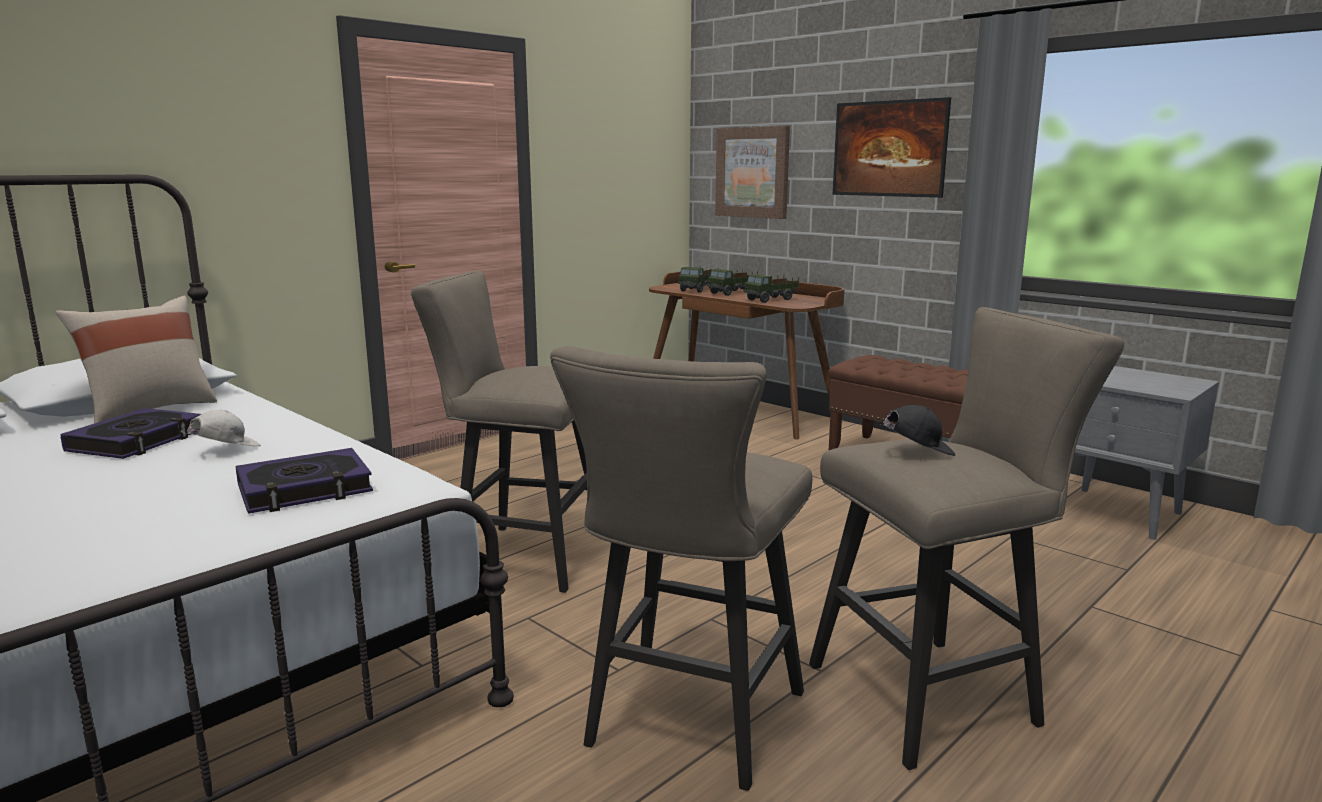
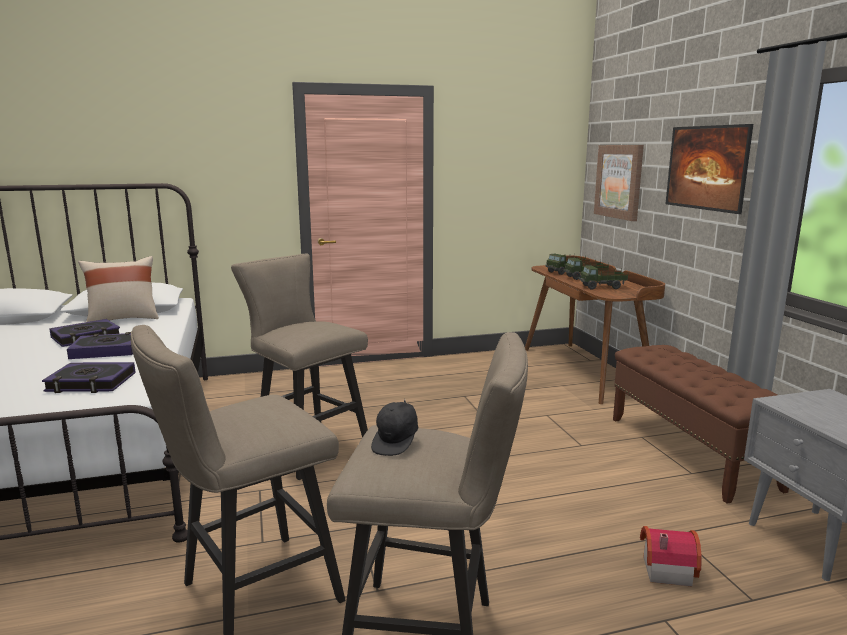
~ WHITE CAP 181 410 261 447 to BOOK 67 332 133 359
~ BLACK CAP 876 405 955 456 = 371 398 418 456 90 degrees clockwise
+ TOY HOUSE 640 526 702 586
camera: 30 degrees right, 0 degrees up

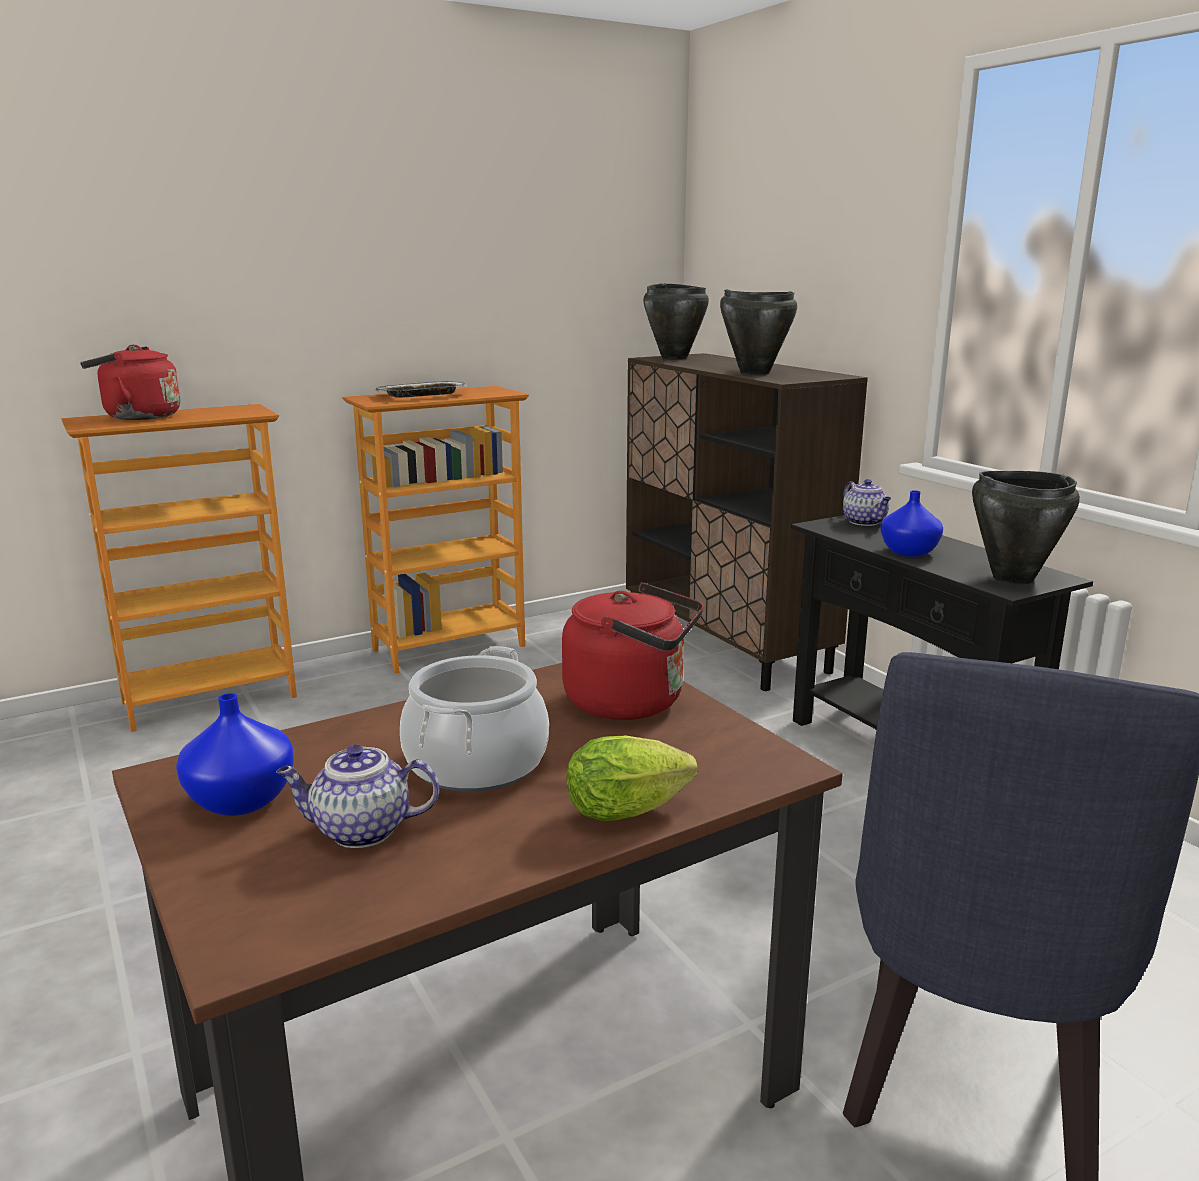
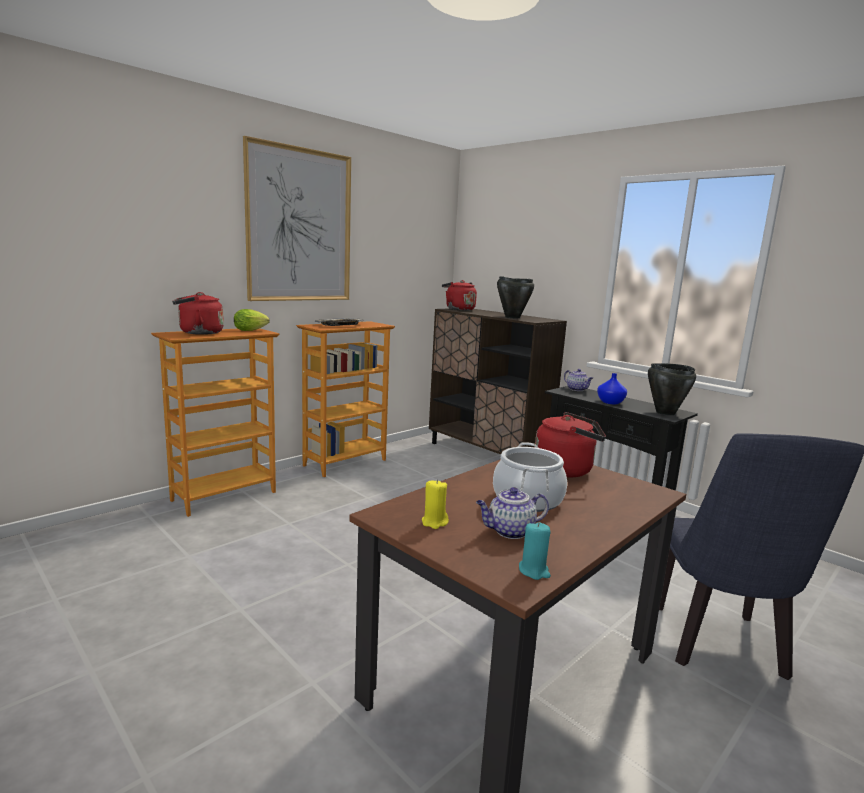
~ BLUE VASE 176 693 294 816 to YELLOW CANDLE 422 479 449 529
~ LETTUCE 566 736 698 821 to 234 309 270 331
~ BLACK COOKING POT 644 283 709 359 to RED KETTLE 442 280 477 311
+ PICTURE 243 136 351 301
+ TURQUOISE CANDLE 519 522 551 580
camera: 15 degrees left, 5 degrees down

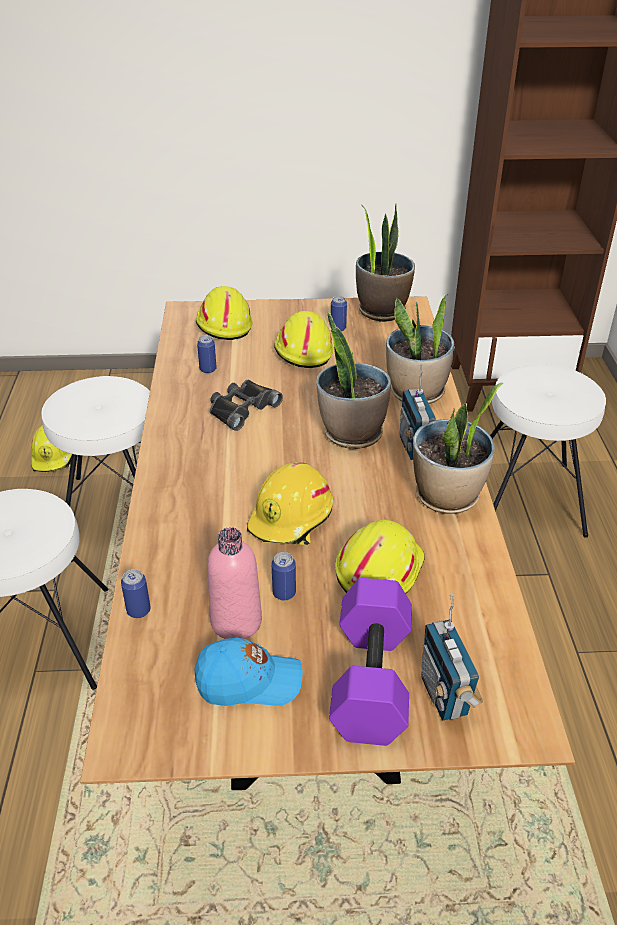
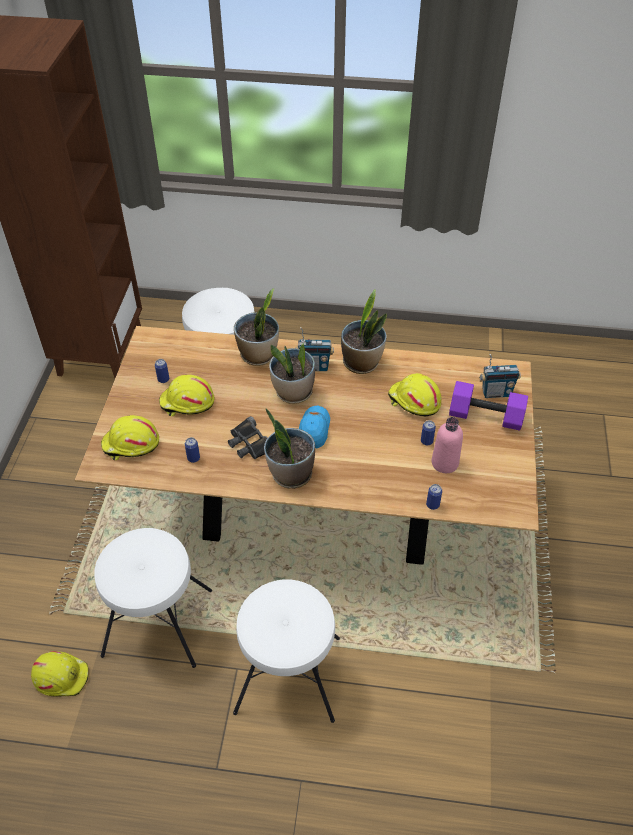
~ BLUE CAP 195 638 303 706 to 299 406 330 449
- YELLOW HARD HAT 247 462 334 545
~ POTTED PLANT 356 204 415 322 to 264 408 315 489
camera: 80 degrees left, 10 degrees up

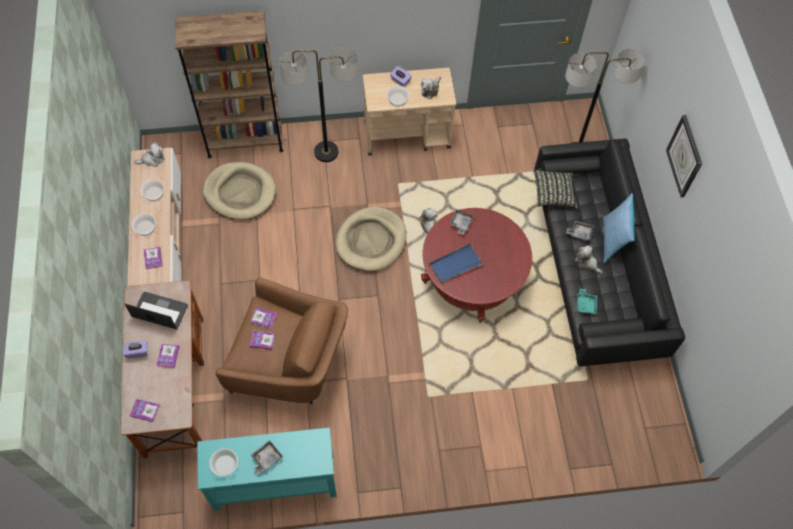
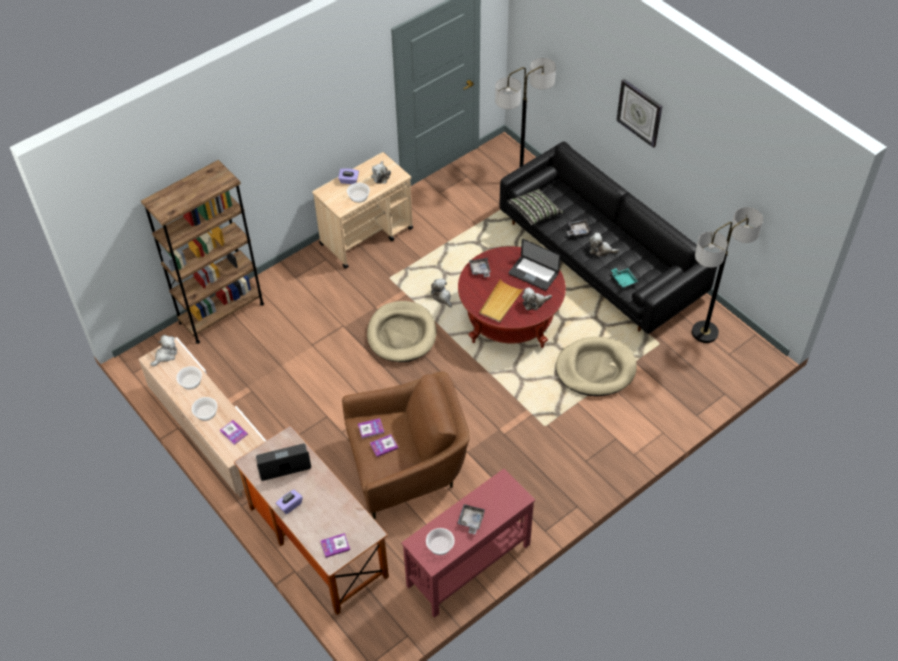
- BOOK 156 344 179 368
~ TURQUOISE CONSOLE TABLE 197 427 337 511 to RED CONSOLE TABLE 401 469 535 618
~ BEIGE DOG BED 203 162 276 220 to 556 337 637 396
~ FLOOR LAMP 279 47 358 162 to 692 207 763 343
~ BLUE TRAY 429 242 484 283 to BEIGE TRAY 479 279 523 322
- PILLOW 603 193 635 263
+ LAPTOP 509 239 561 291
+ PLUSH TOY 522 287 552 310
camera: 30 degrees left, 10 degrees down

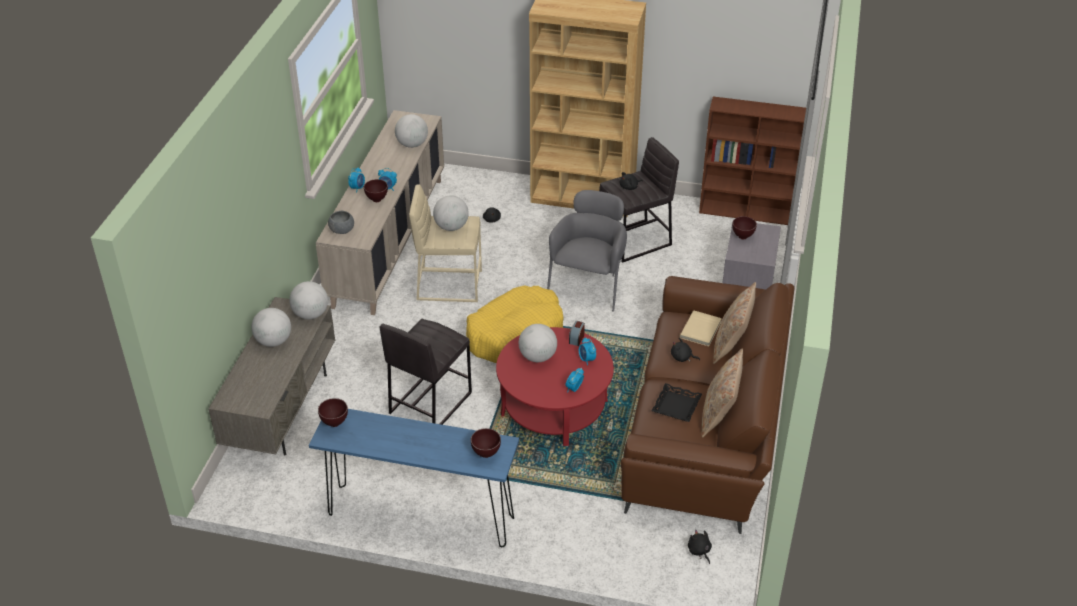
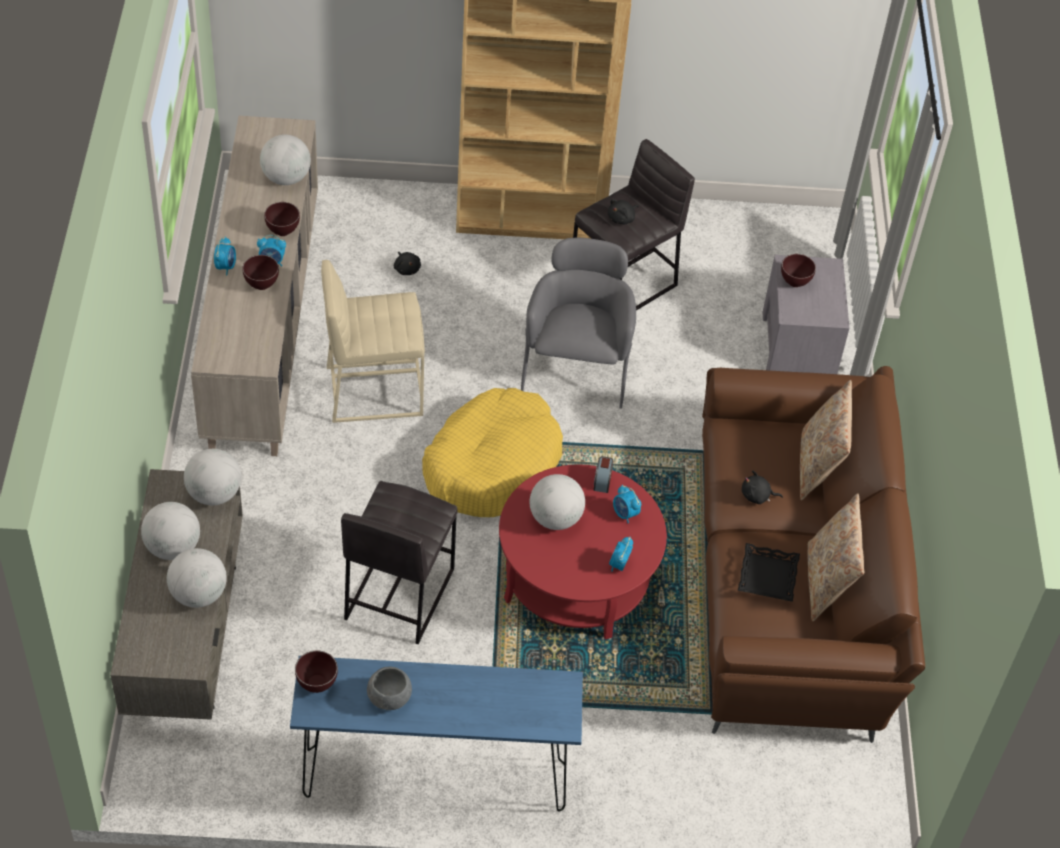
~ GREY BOWL 328 211 354 234 to 367 667 412 710
~ GLOBE 433 196 469 231 to 167 548 227 608
~ BROWN BOWL 471 428 501 458 to 264 202 300 236
- BEIGE BOOK 680 311 722 346
- BLACK PLUSH TOY 688 530 712 564
- BROWN BOOKCASE 699 97 806 225
camera: 15 degrees left, 10 degrees up

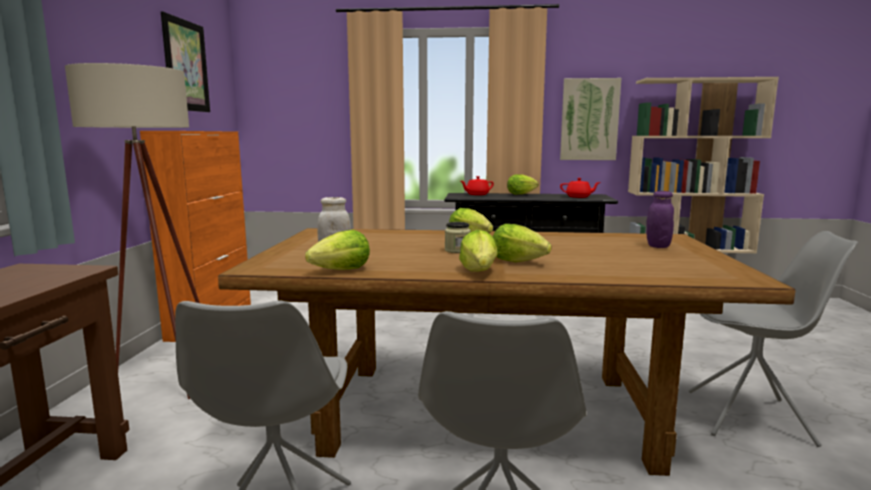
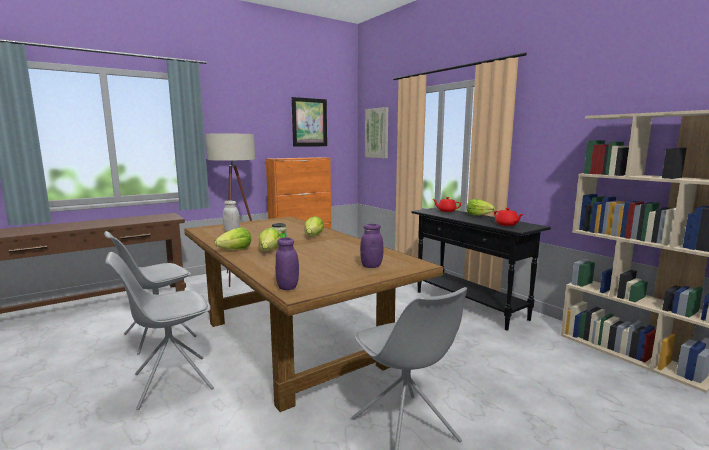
- LETTUCE 305 230 370 270
~ PICTURE 560 78 621 160 to 365 107 388 158
+ PURPLE JAR 275 237 299 290
camera: 50 degrees right, 0 degrees up

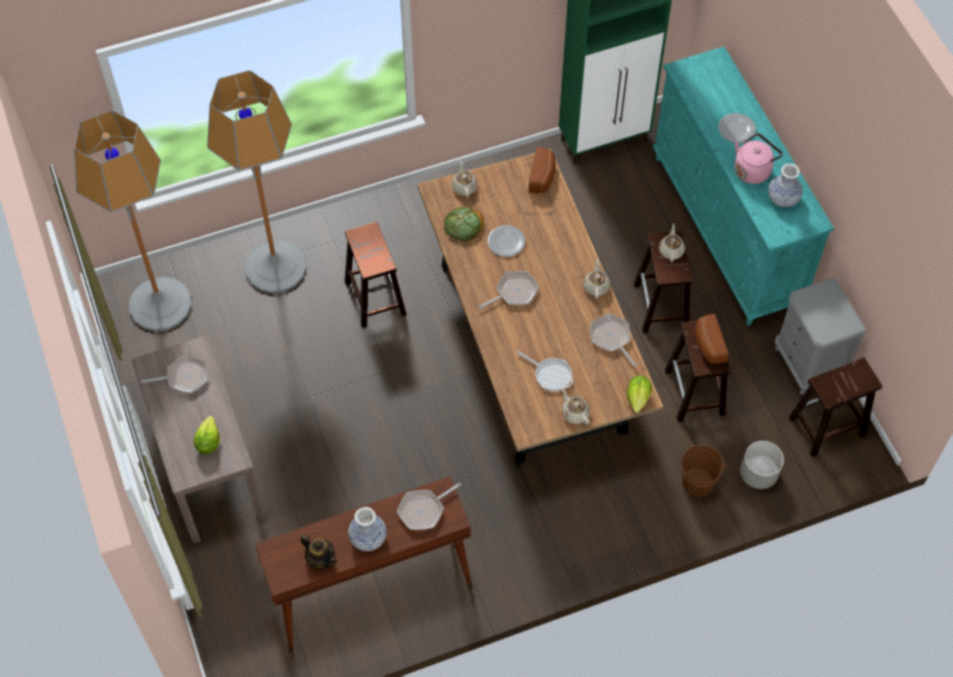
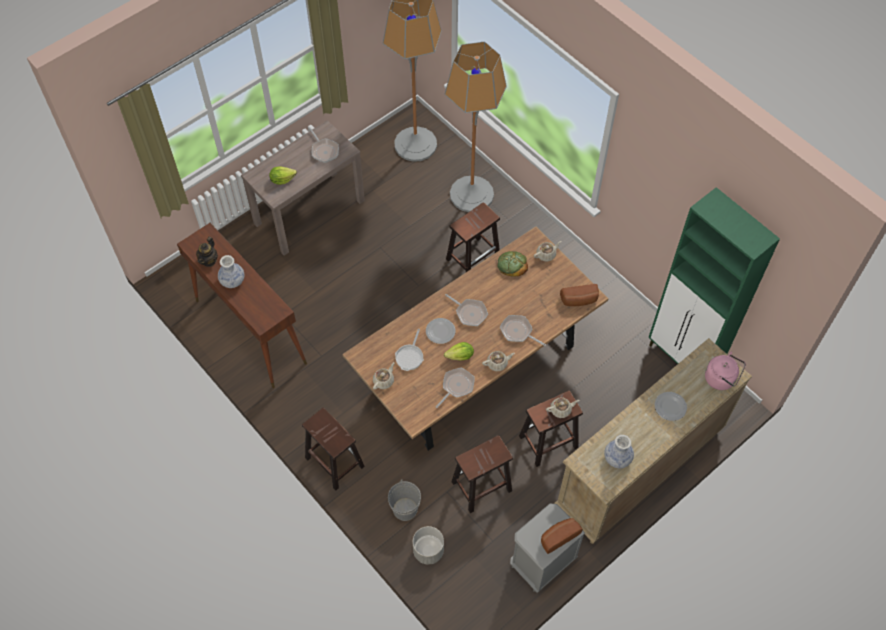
~ FRYING PAN 397 483 461 530 to 500 315 546 346
~ PLATE 488 225 526 257 to 426 318 455 344
~ LETTUCE 627 375 652 413 to 444 342 474 361
~ TURQUOISE DRESSER 652 47 834 326 to BEIGE DRESSER 555 338 752 544
~ BROWN BUCKET 679 445 727 497 to GREY BUCKET 388 479 421 521
~ BREAD 695 314 728 364 to 541 518 583 554
~ PINK KETTLE 734 133 783 184 to 705 352 746 390
~ BROWN STOOL 789 358 882 457 to 302 407 365 490
camera: 70 degrees right, 0 degrees up

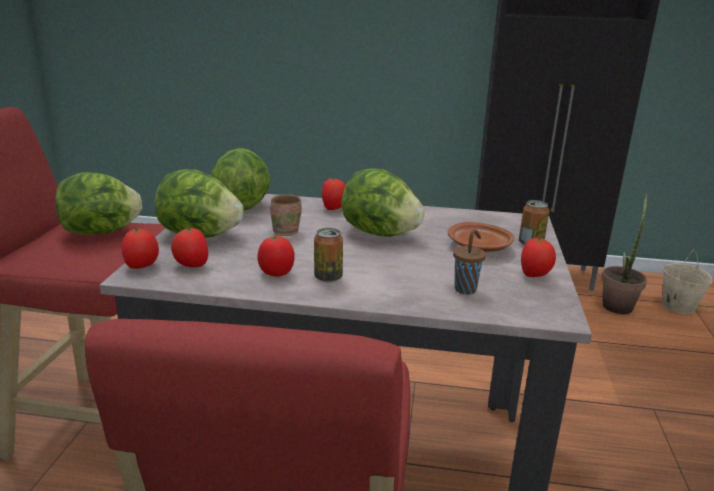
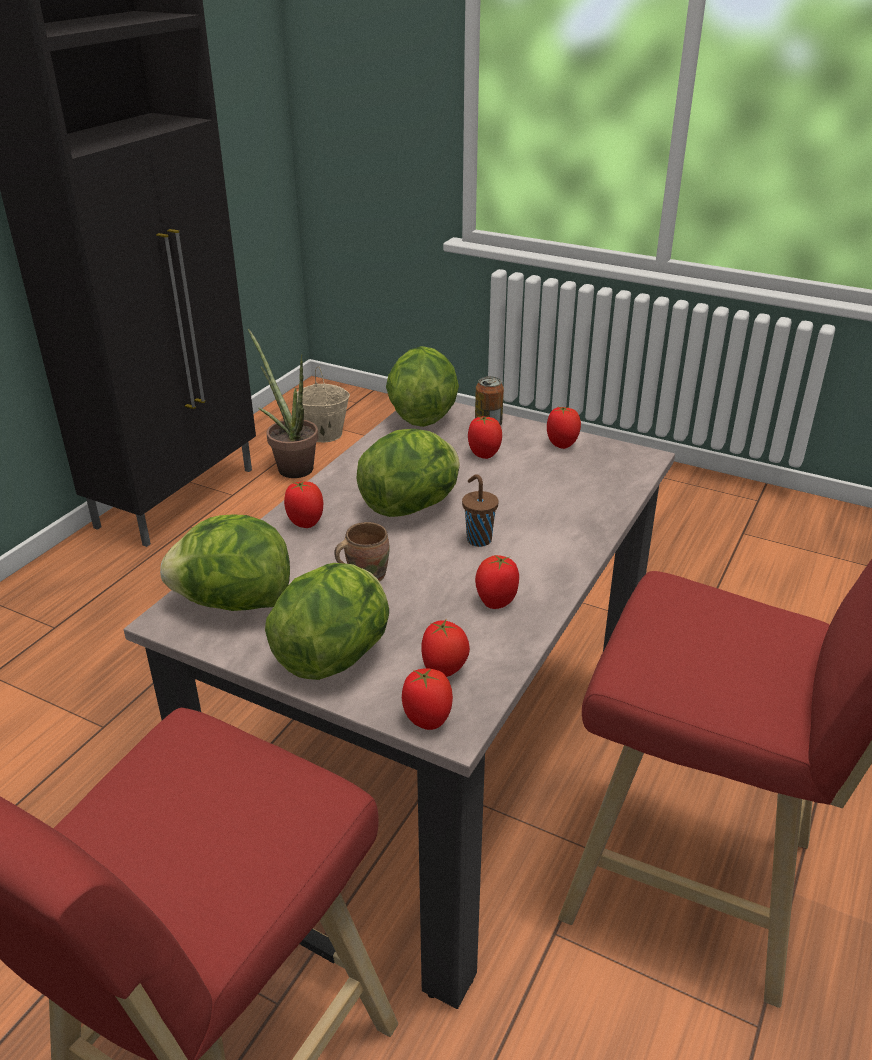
~ LETTUCE 55 172 142 235 to 386 346 459 427
- CAN 314 228 343 282
~ BROWN PLATE 448 222 514 252 to TOMATO 468 416 502 459
~ BROWN CUP 453 229 486 295 to 462 474 499 547
camera: 70 degrees left, 10 degrees up

